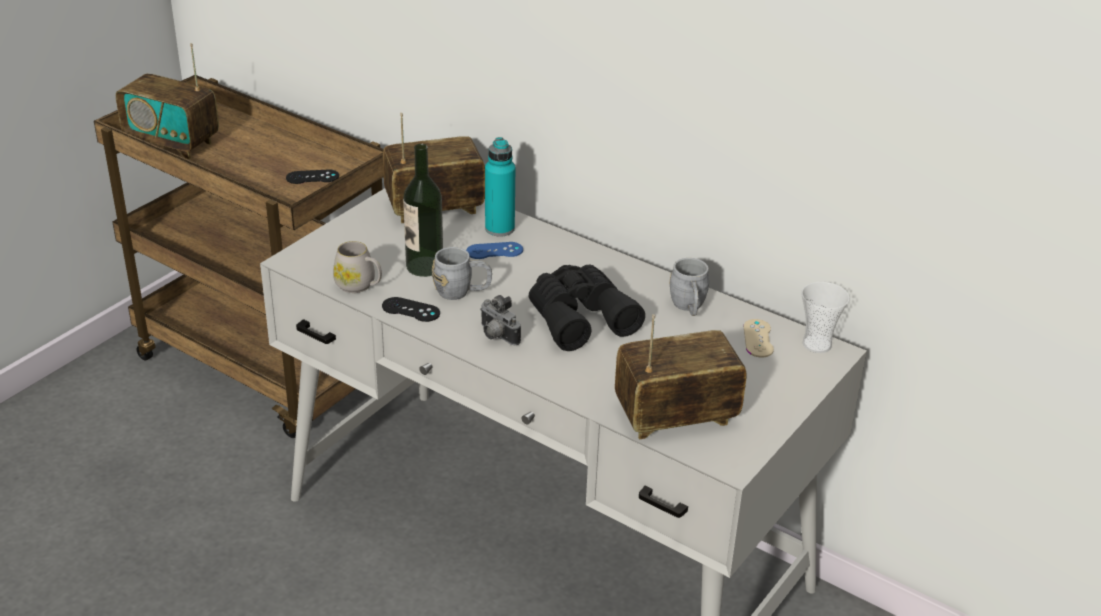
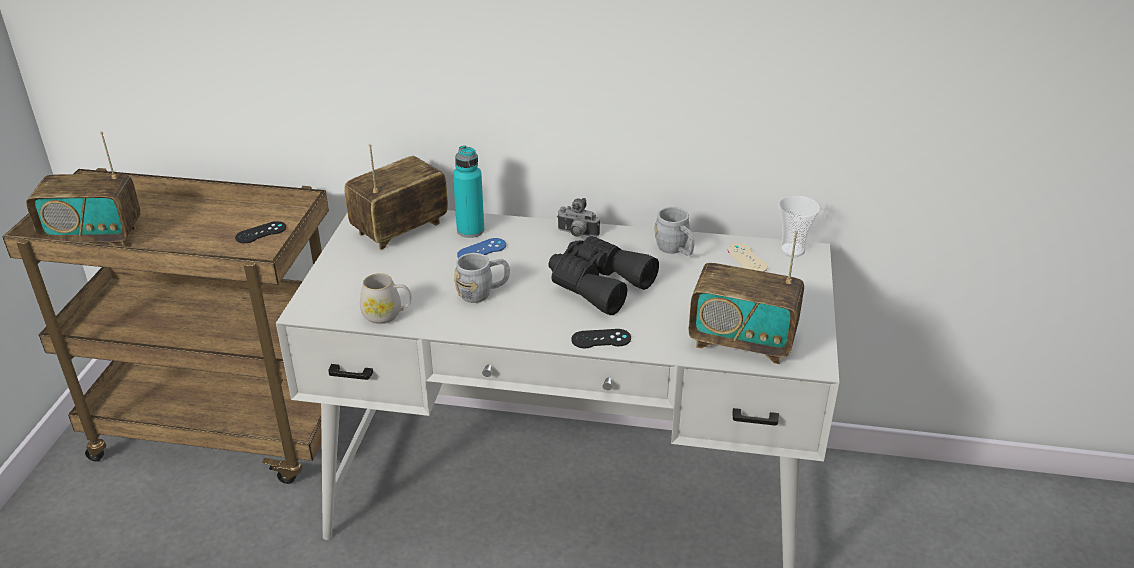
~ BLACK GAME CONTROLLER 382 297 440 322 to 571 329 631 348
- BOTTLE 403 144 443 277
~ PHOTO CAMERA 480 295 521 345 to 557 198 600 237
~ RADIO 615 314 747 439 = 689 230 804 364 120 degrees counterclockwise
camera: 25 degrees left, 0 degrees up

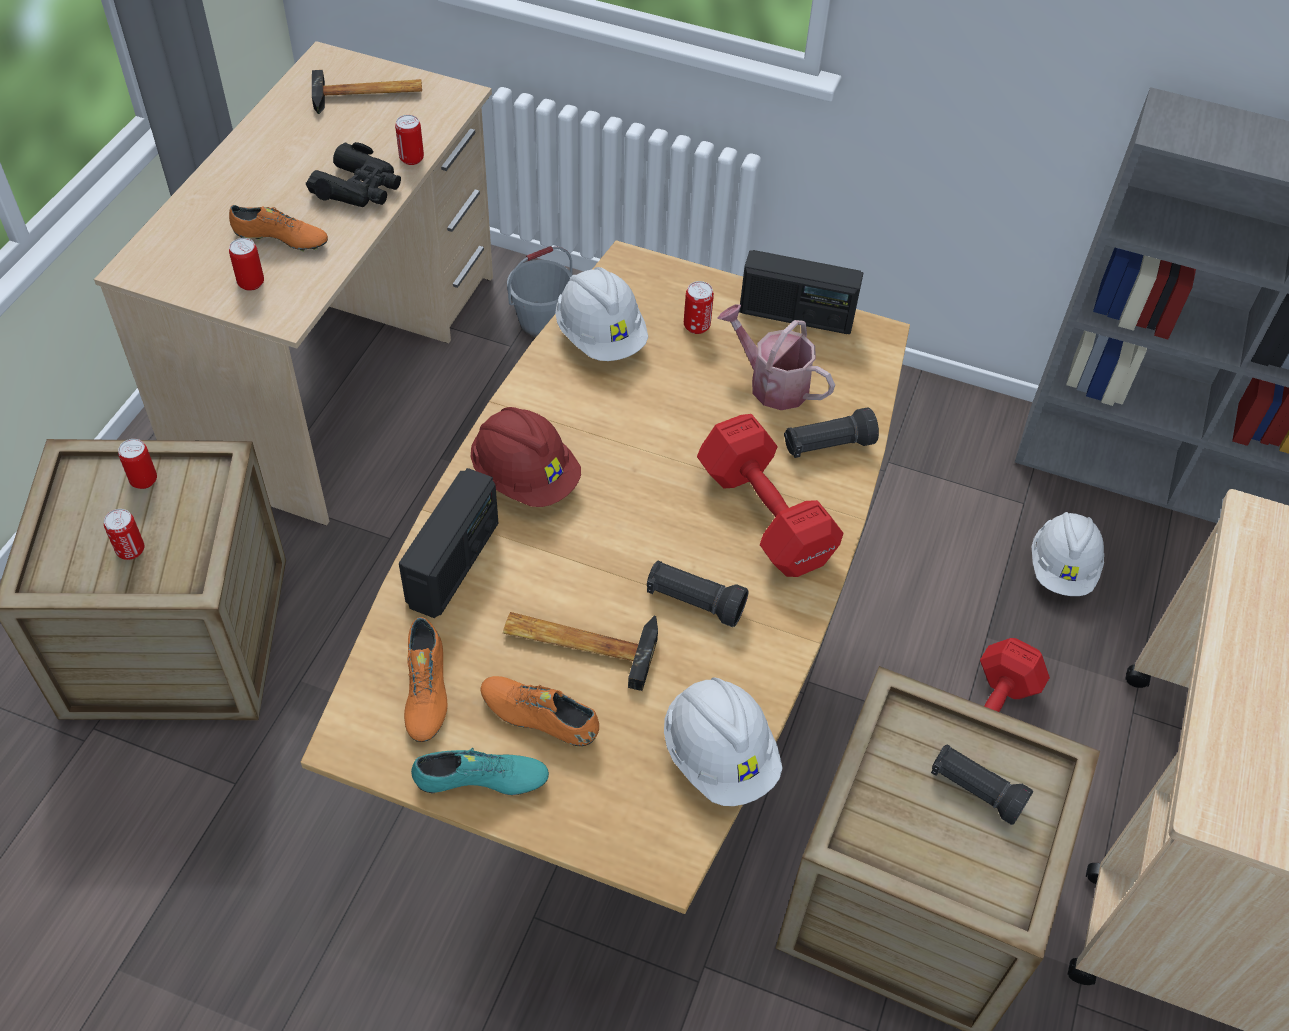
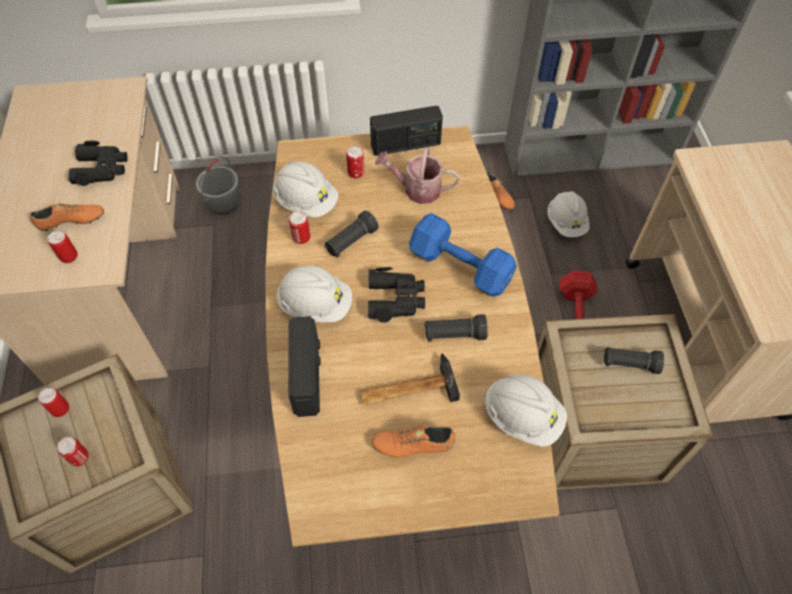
- HAMMER 312 70 422 114
~ CAN 395 115 424 165 to 289 211 310 244
~ ORANGE SHOE 404 617 447 742 to 486 171 515 210
- TURQUOISE SHOE 411 748 549 795
~ RED HARD HAT 471 407 581 507 to WHITE HARD HAT 276 265 352 323
~ RED DUMBBELL 697 414 844 577 to BLUE DUMBBELL 409 213 517 297
~ BLACK FLASHLIGHT 784 407 879 458 to 325 211 378 258
+ BLACK BINOCULARS 368 267 425 323
camera: 25 degrees left, 5 degrees up

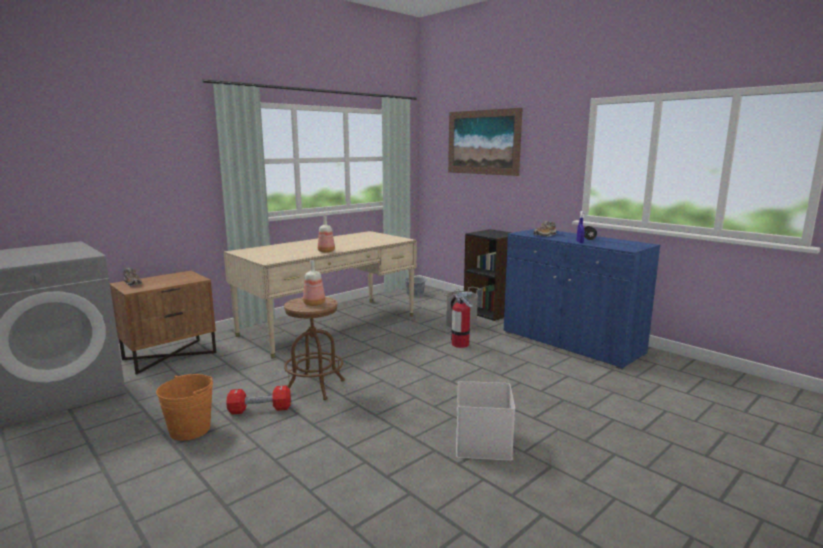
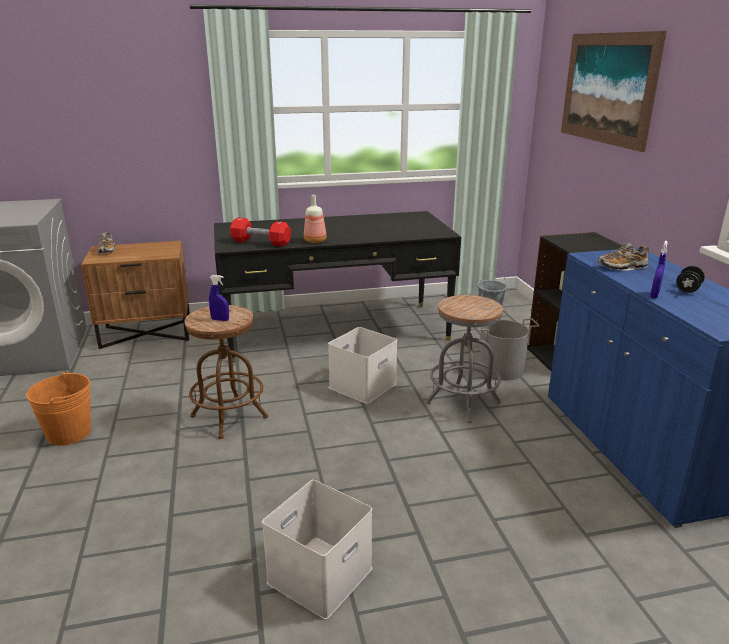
~ BEIGE DESK 224 231 417 358 to BLACK DESK 214 211 461 363
~ RED DUMBBELL 226 386 291 415 to 230 217 291 247
~ BOTTLE 303 260 325 306 to BLUE SPRAY BOTTLE 209 275 229 321
~ FIRE EXTINGUISHER 451 289 473 348 to GREY STOOL 426 295 503 423
+ WHITE STORAGE BOX 328 327 397 404
camera: 30 degrees right, 10 degrees up

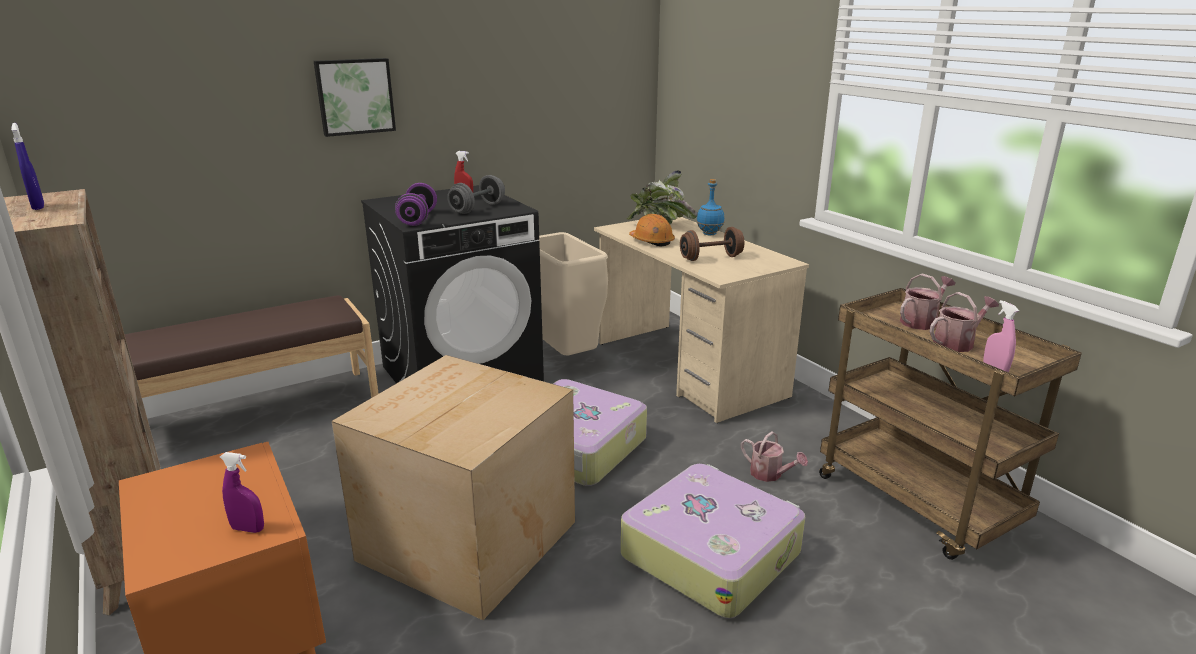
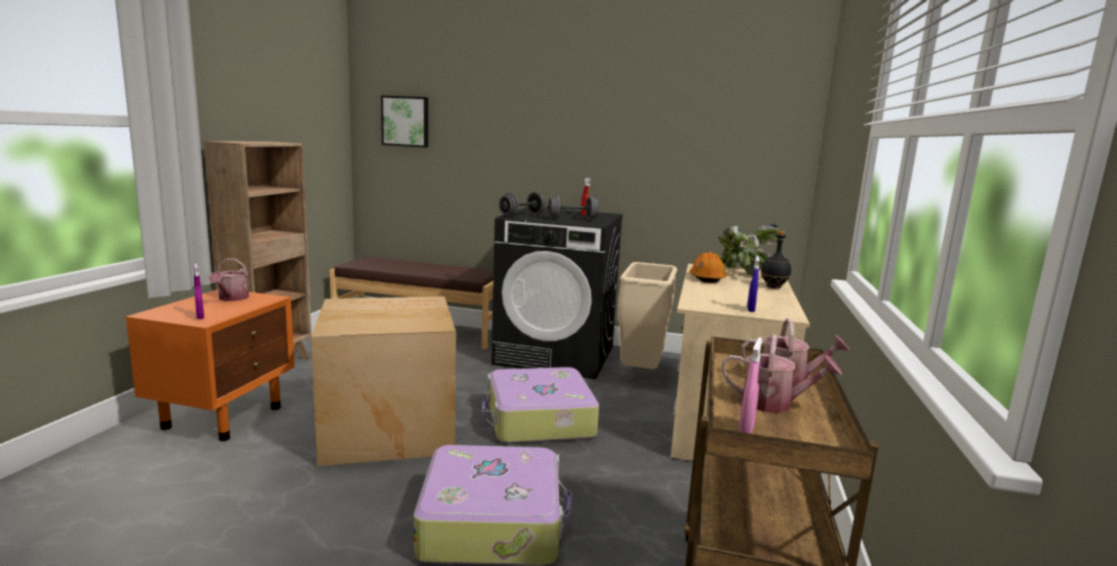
~ BLUE SPRAY BOTTLE 11 123 44 210 to 747 256 759 312
~ PICTURE 314 58 396 137 to 381 95 428 148
~ PURPLE DUMBBELL 395 183 437 226 to GREY DUMBBELL 499 192 546 217
- BROWN DUMBBELL 680 227 744 261
~ BLUE BOTTLE 696 179 724 235 to BLACK BOTTLE 761 231 791 288
~ WATERING CAN 741 431 808 482 to 209 259 249 301
camera: 45 degrees right, 10 degrees down

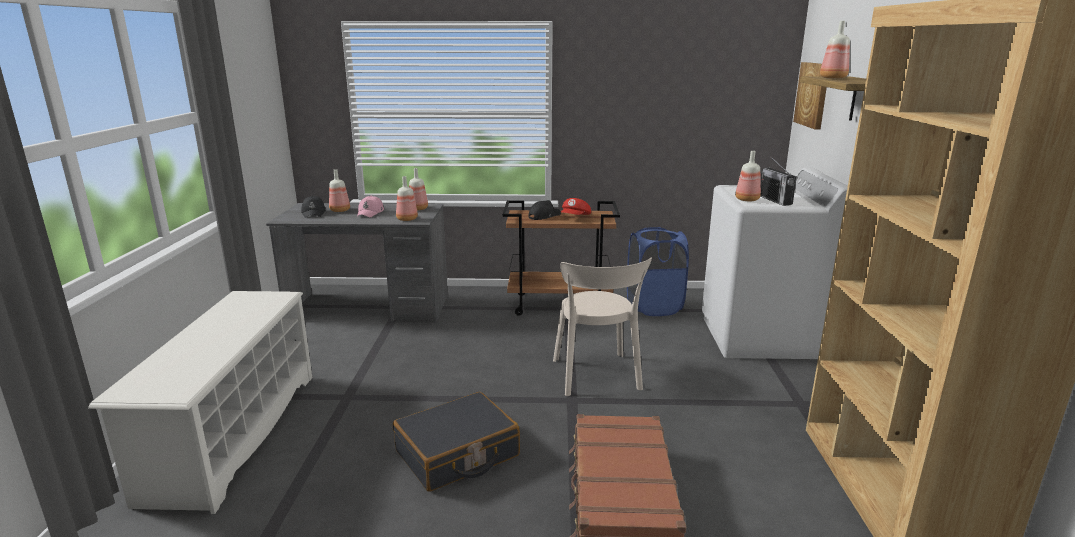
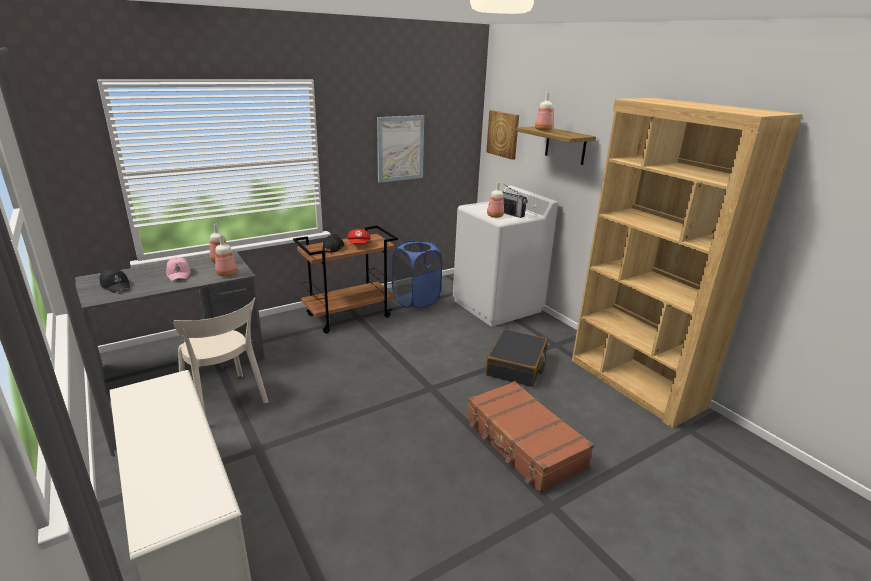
- BOTTLE 329 169 350 212
~ BLACK SUITCASE 393 392 520 492 to 486 329 548 387
~ BEIGE CHAIR 553 258 652 396 to 173 298 269 416
+ PICTURE 377 115 424 183
camera: 35 degrees left, 5 degrees up

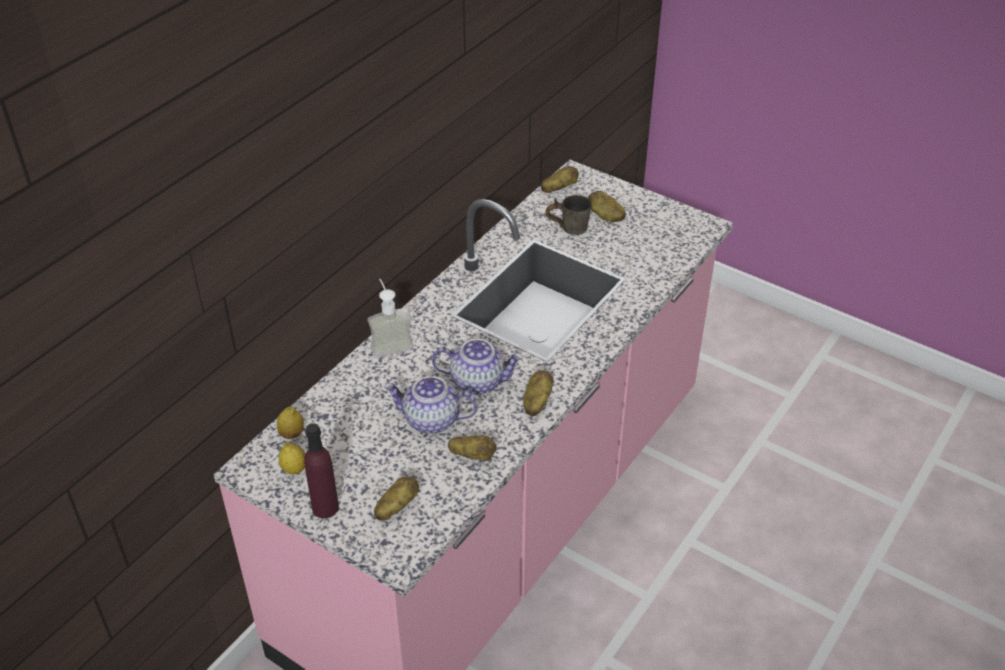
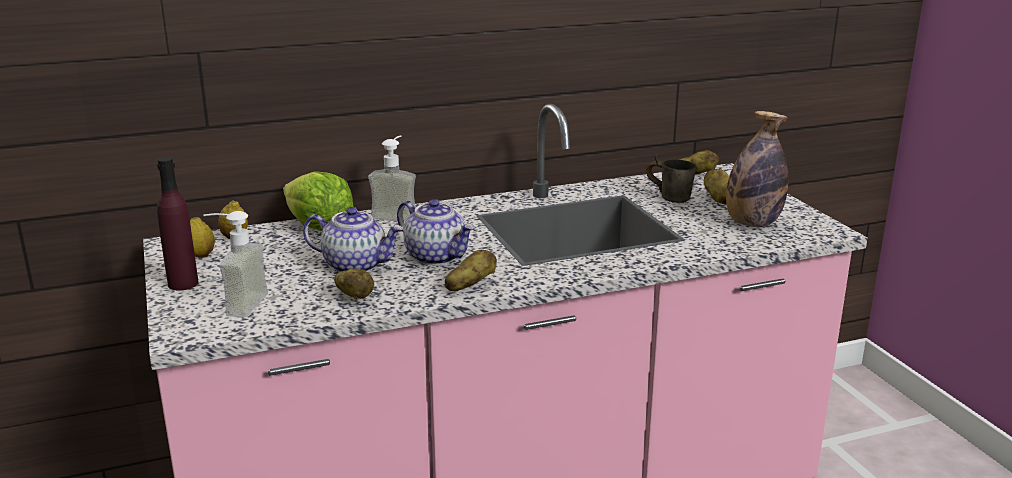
~ POTATO 374 476 419 521 to SOAP DISPENSER 203 211 268 318
~ TEAPOT 384 376 478 434 = 303 207 404 272 150 degrees clockwise
+ LETTUCE 283 171 353 231
+ BOTTLE 726 111 788 227
camera: 35 degrees right, 20 degrees down

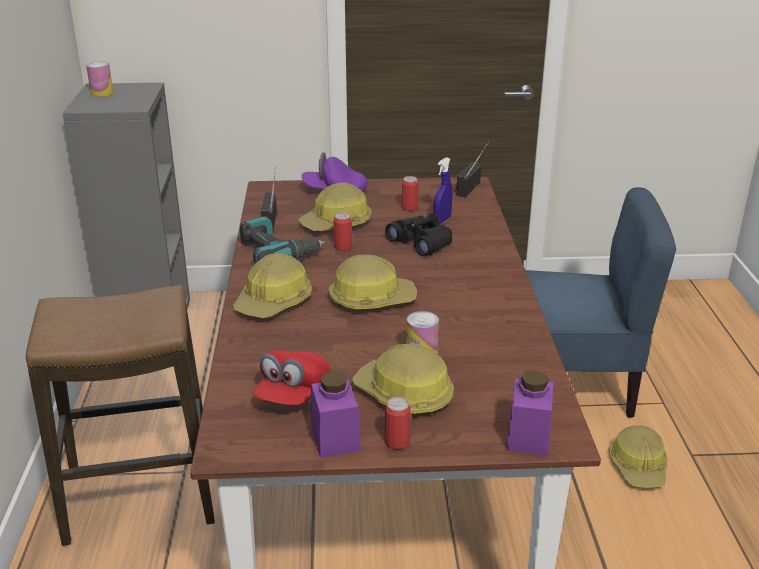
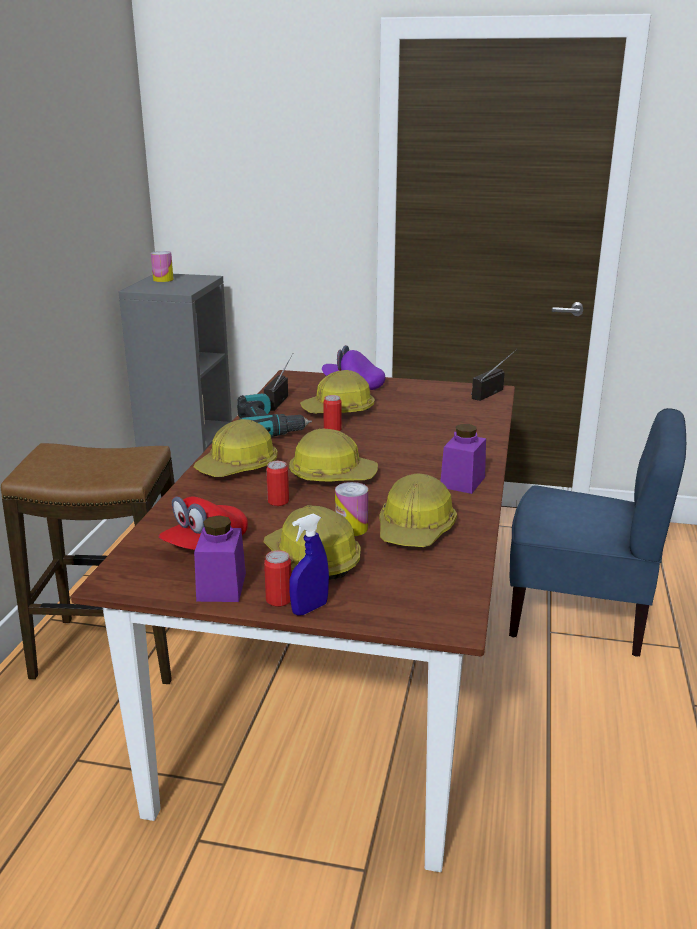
- BLACK BINOCULARS 385 213 452 256
~ CAN 402 176 419 211 to 266 461 289 506
~ BLUE SPRAY BOTTLE 433 157 452 224 to 289 514 329 616
~ PURPLE JAR 507 370 553 456 to 441 424 486 494
~ HARD HAT 608 425 668 488 to 379 474 457 547
camera: 15 degrees right, 5 degrees down

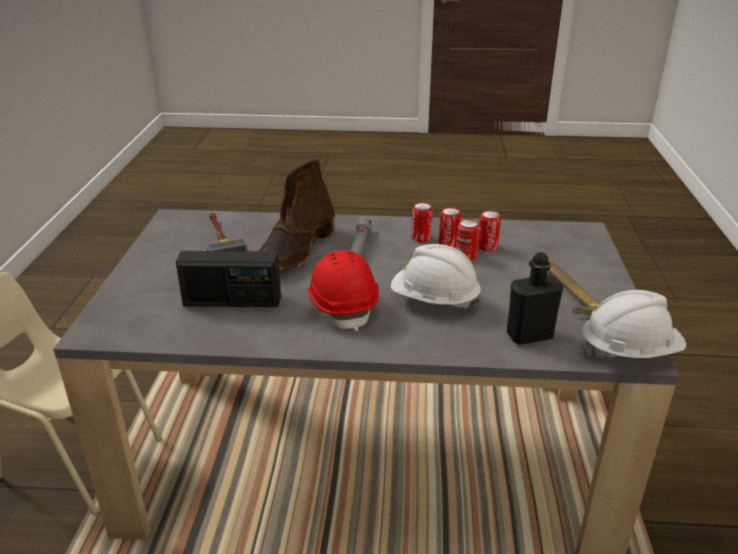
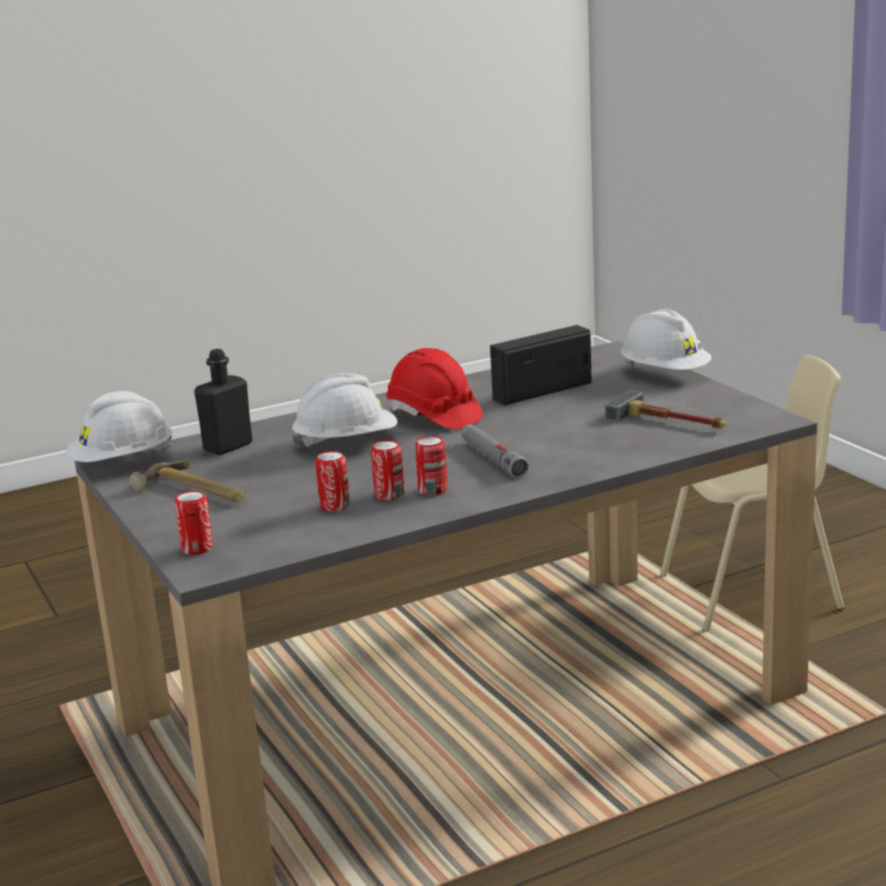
- BROWN BOOT 259 159 335 273
~ CAN 456 219 479 261 to 175 491 213 555
+ WHITE HARD HAT 621 309 711 370
camera: 150 degrees right, 10 degrees down

